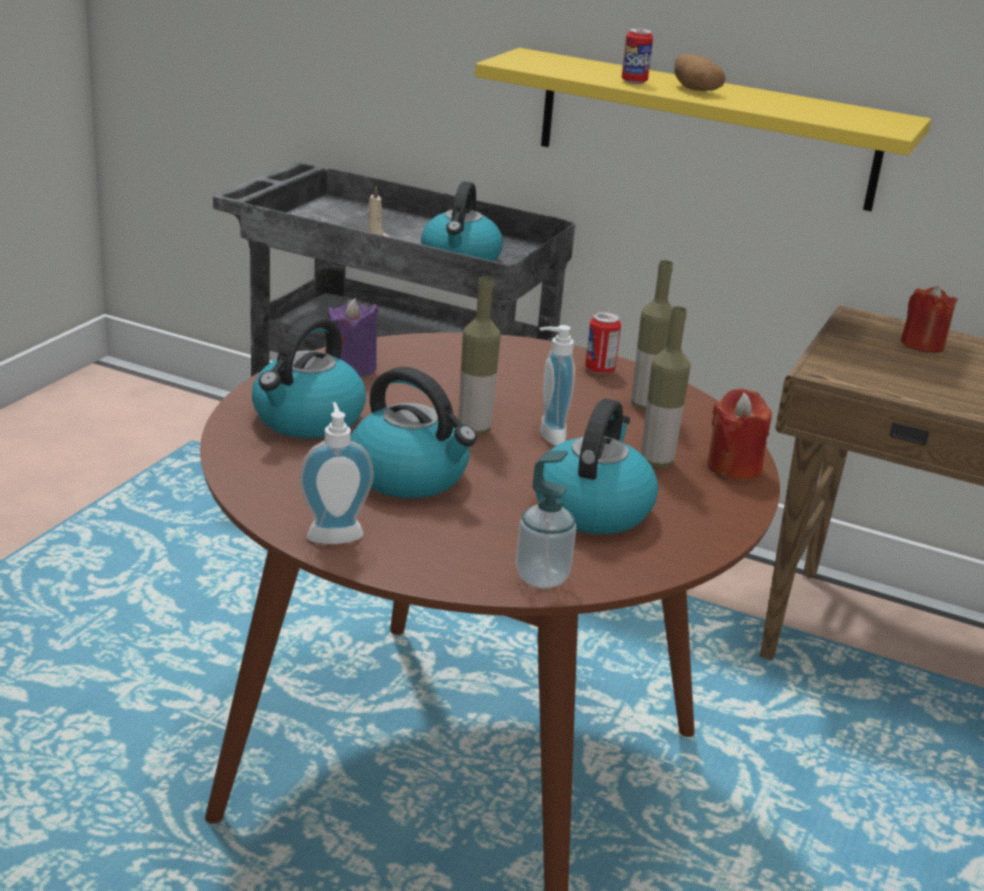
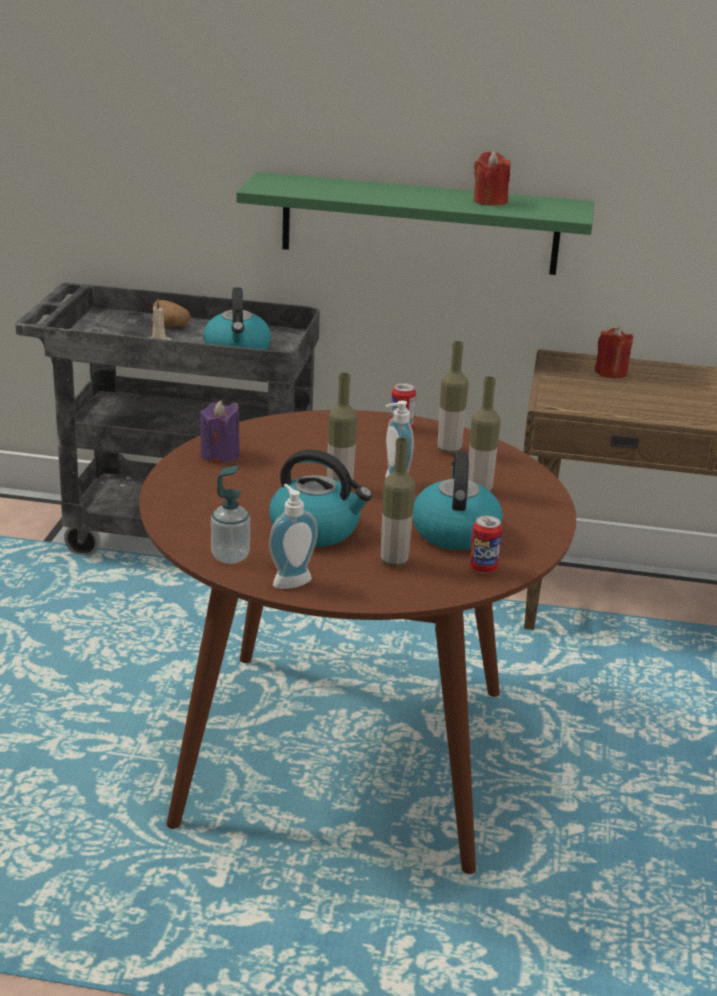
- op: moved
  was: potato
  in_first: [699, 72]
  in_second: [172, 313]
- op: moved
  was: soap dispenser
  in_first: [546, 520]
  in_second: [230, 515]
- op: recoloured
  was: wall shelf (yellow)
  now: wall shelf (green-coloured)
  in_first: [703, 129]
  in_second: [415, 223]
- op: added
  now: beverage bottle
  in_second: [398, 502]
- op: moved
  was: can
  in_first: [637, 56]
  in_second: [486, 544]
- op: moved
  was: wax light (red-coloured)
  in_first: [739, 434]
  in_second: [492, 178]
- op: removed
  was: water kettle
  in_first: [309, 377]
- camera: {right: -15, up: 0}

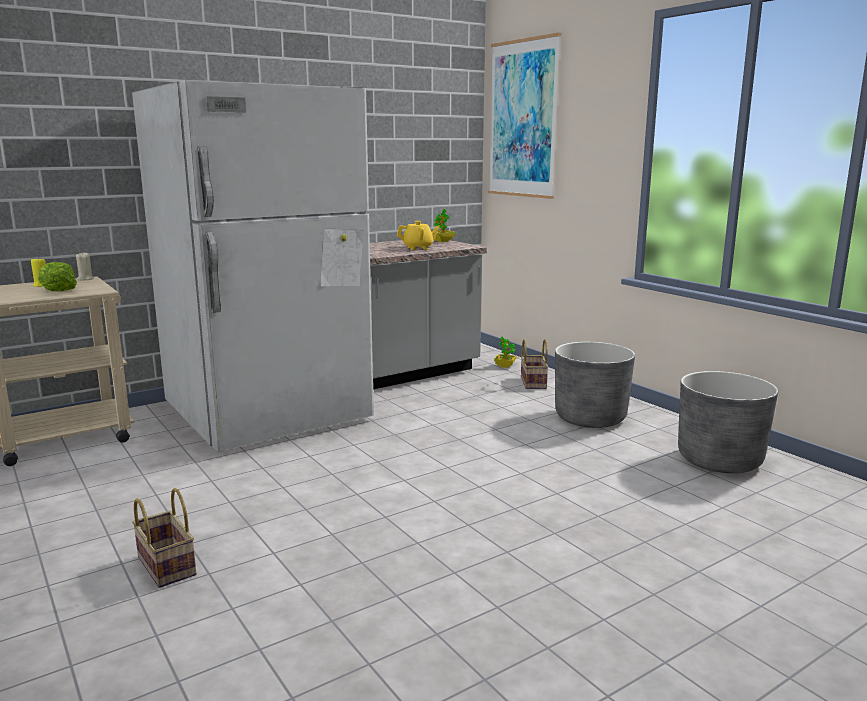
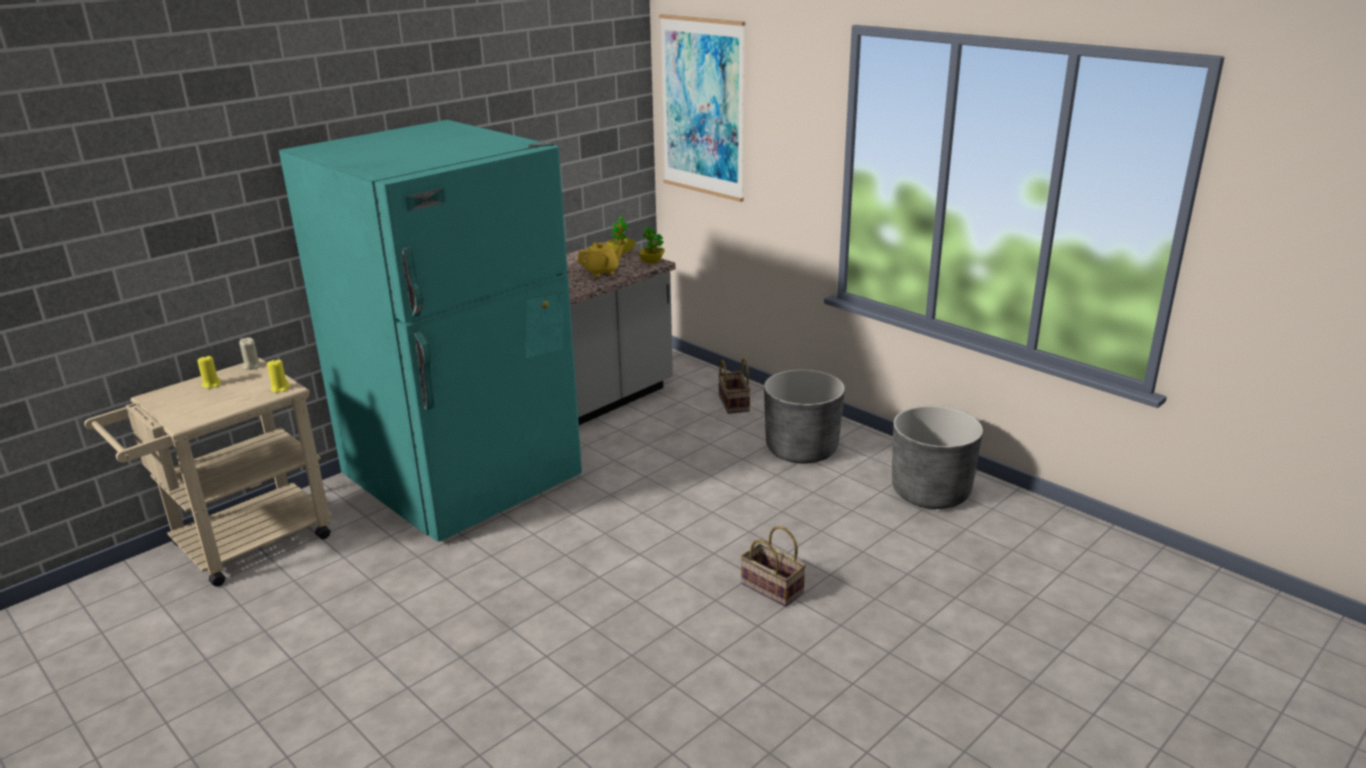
- op: added
  now: wax light (yellow)
  in_second: [278, 376]
- op: recoloured
  was: refrigerator (white-coloured)
  now: refrigerator (turquoise)
  in_first: [253, 265]
  in_second: [430, 331]
- op: moved
  was: houseplant
  in_first: [505, 352]
  in_second: [652, 245]
- op: moved
  was: household basket
  in_first: [164, 538]
  in_second: [773, 566]
- op: removed
  was: lettuce
  in_first: [57, 276]
- camera: {right: -10, up: 10}

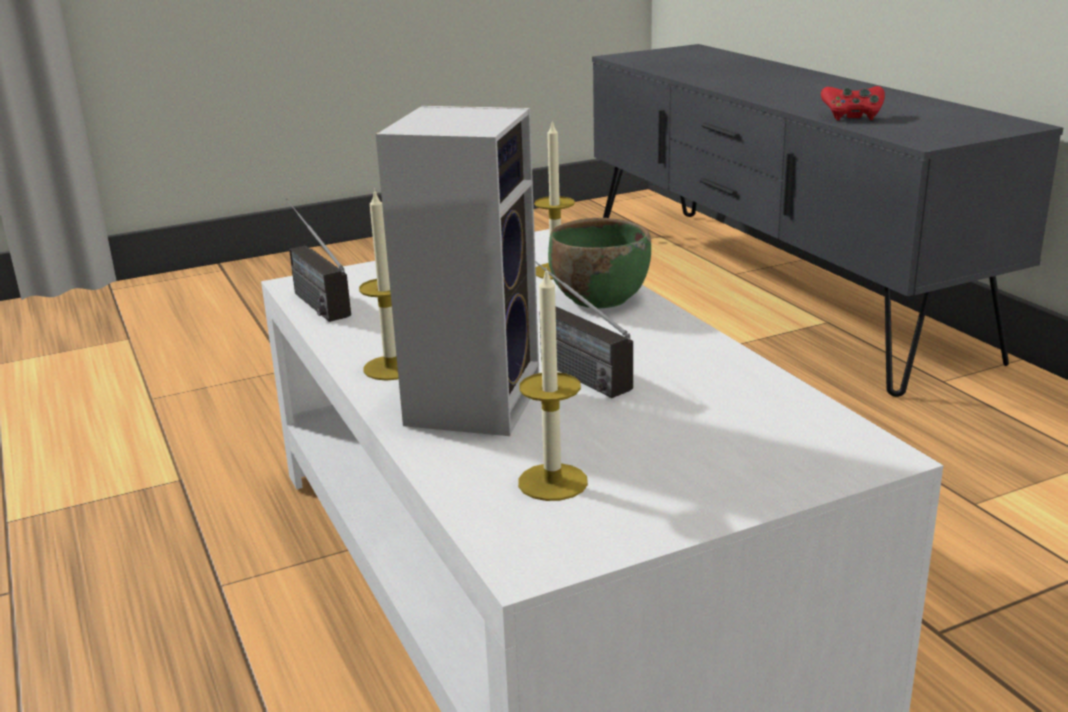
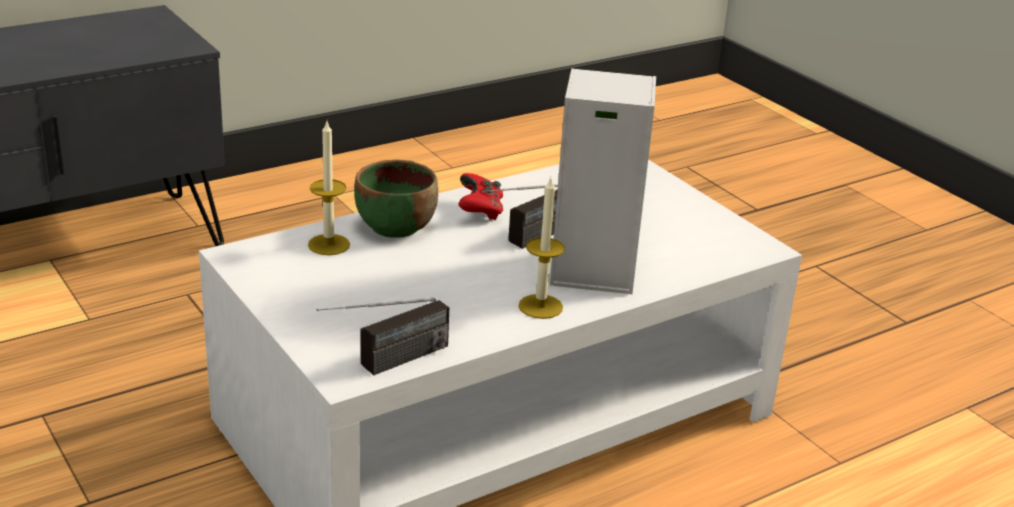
- op: moved
  was: game controller (red-coloured)
  in_first: [853, 103]
  in_second: [481, 196]
- op: removed
  was: wax light
  in_first: [553, 384]
- camera: {right: -100, up: 5}

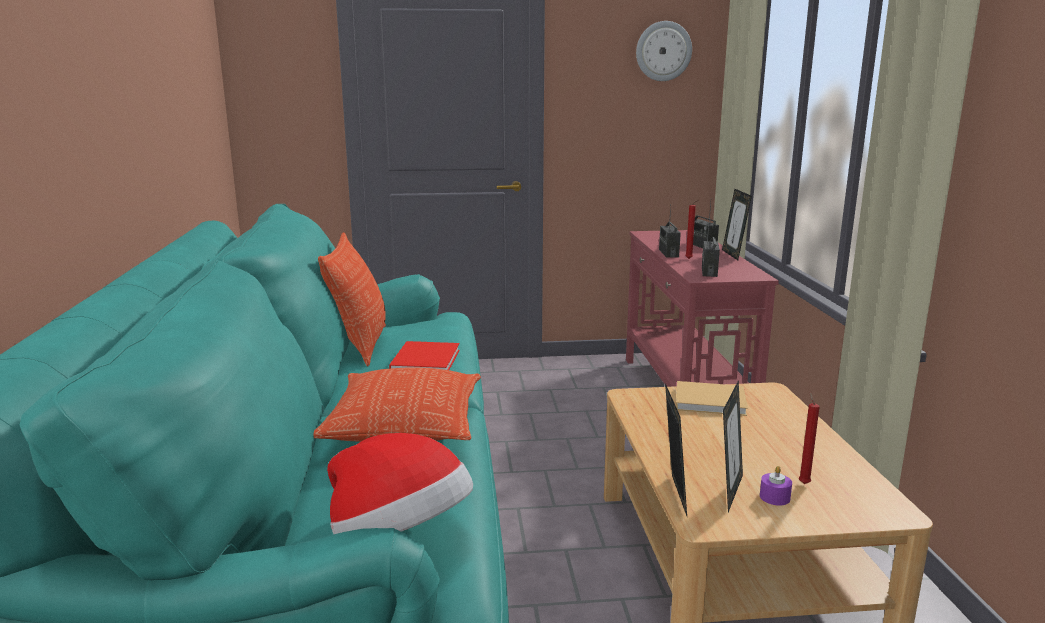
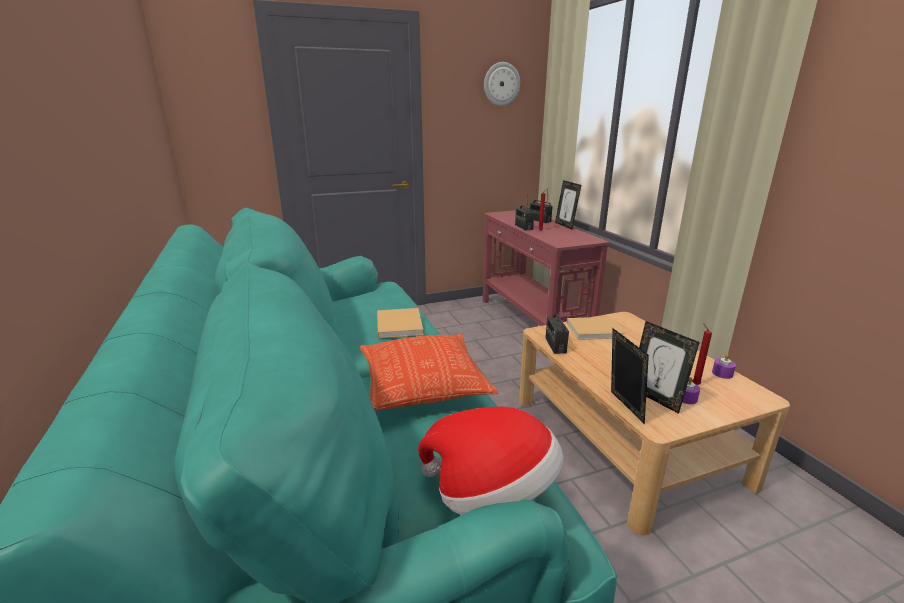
- op: recoloured
  was: bound book (red-coloured)
  now: bound book (sand-coloured)
  in_first: [424, 355]
  in_second: [400, 323]
- op: moved
  was: radio set
  in_first: [711, 247]
  in_second: [557, 331]
- op: turned
  was: photo frame
  in_first: [733, 446]
  in_second: [669, 367]
  clockwise: 135
- op: added
  now: wax light (purple)
  in_second: [724, 366]
- op: removed
  was: throw pillow (orange)
  in_first: [352, 299]
- camera: {right: -15, up: 5}

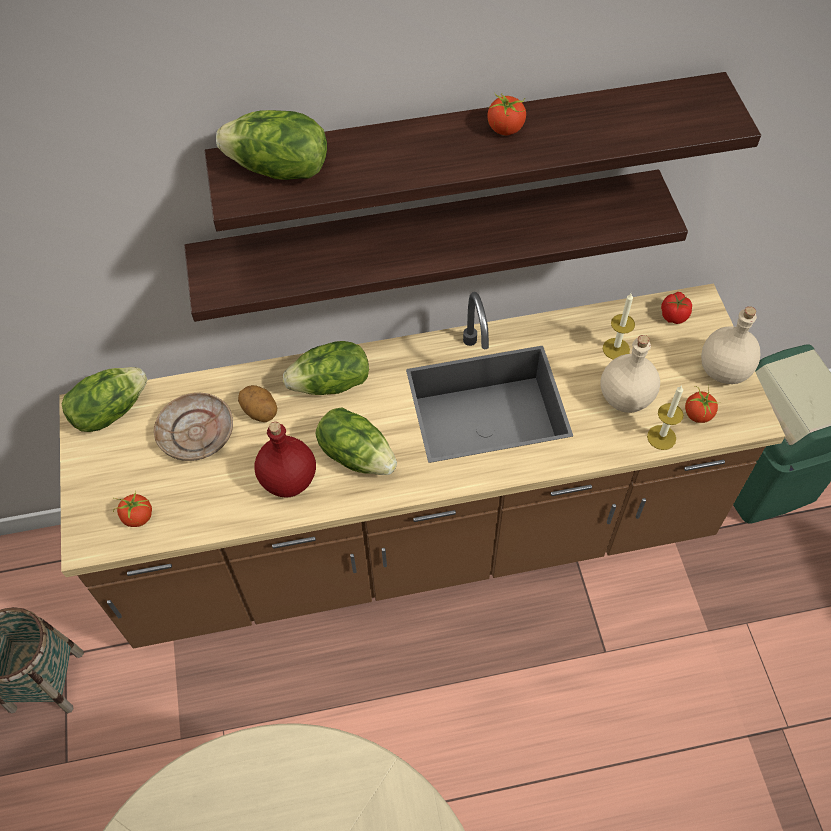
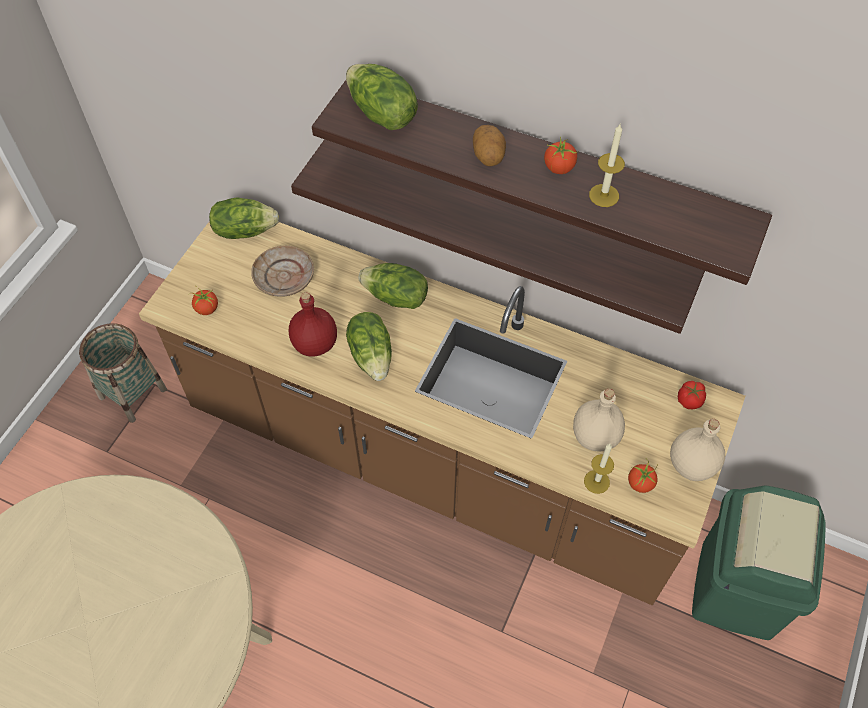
- op: moved
  was: potato
  in_first: [257, 403]
  in_second: [489, 146]
- op: moved
  was: wax light
  in_first: [619, 326]
  in_second: [607, 165]
- camera: {right: 35, up: 0}

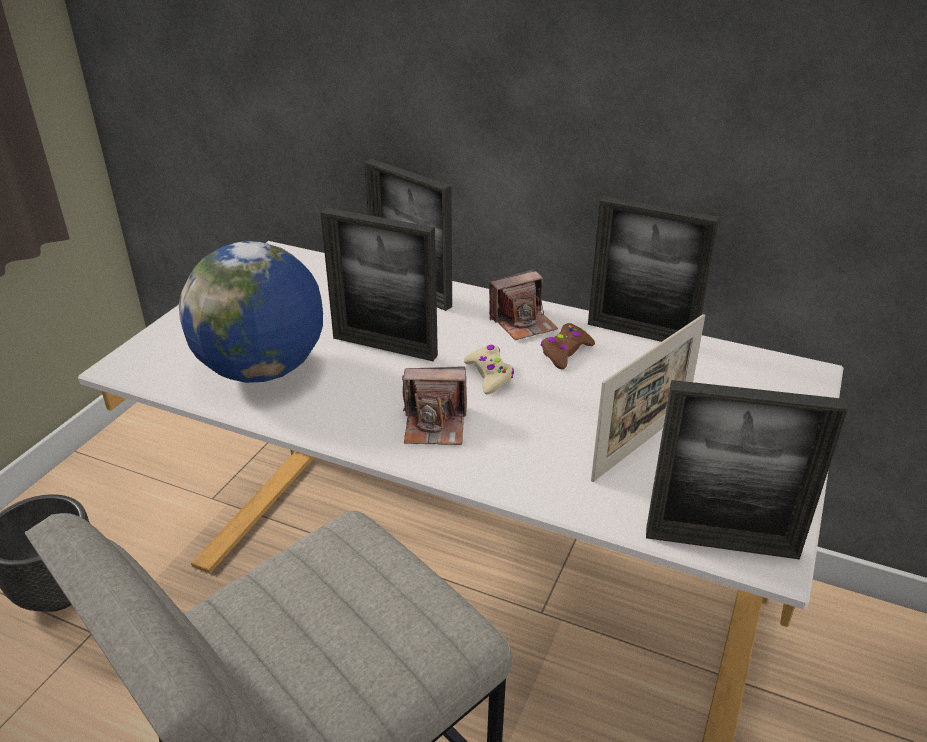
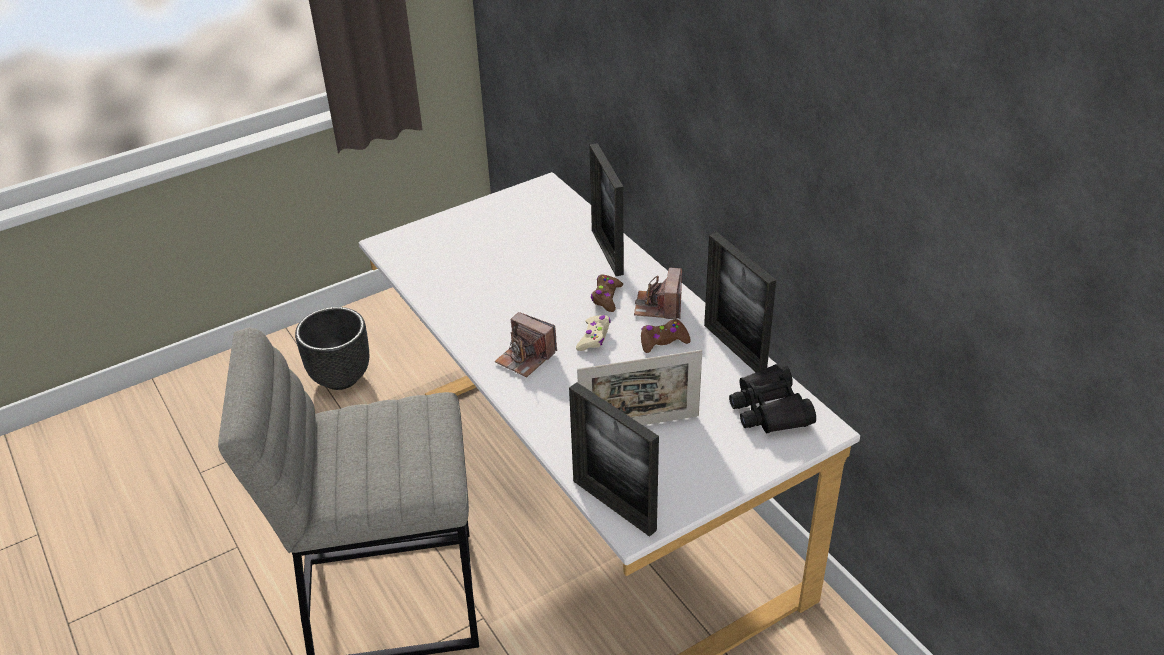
- op: added
  now: game controller (brownish)
  in_second: [607, 293]
- op: turned
  was: still camera
  in_first: [523, 305]
  in_second: [658, 293]
  clockwise: 90
- op: added
  now: pair of binoculars (blackish)
  in_second: [772, 398]
- op: removed
  was: desk globe
  in_first: [251, 312]
- op: removed
  was: photo frame
  in_first: [379, 284]
- camera: {right: 35, up: 5}

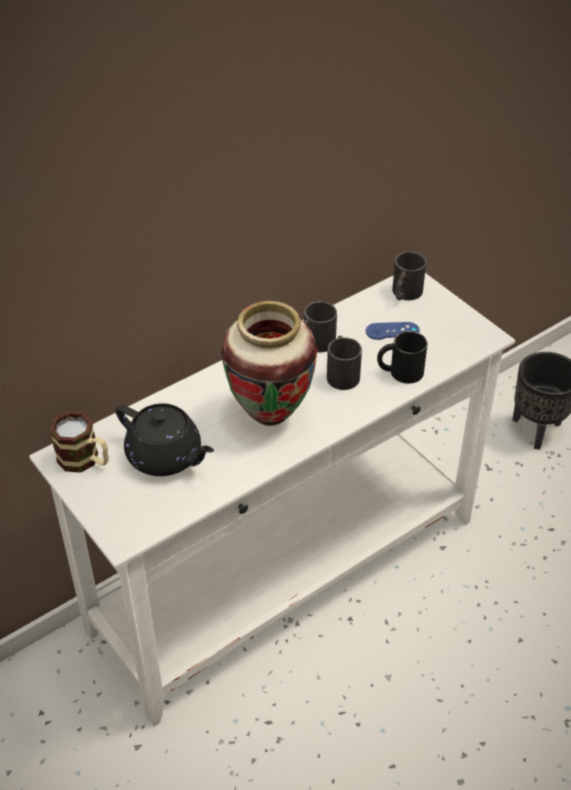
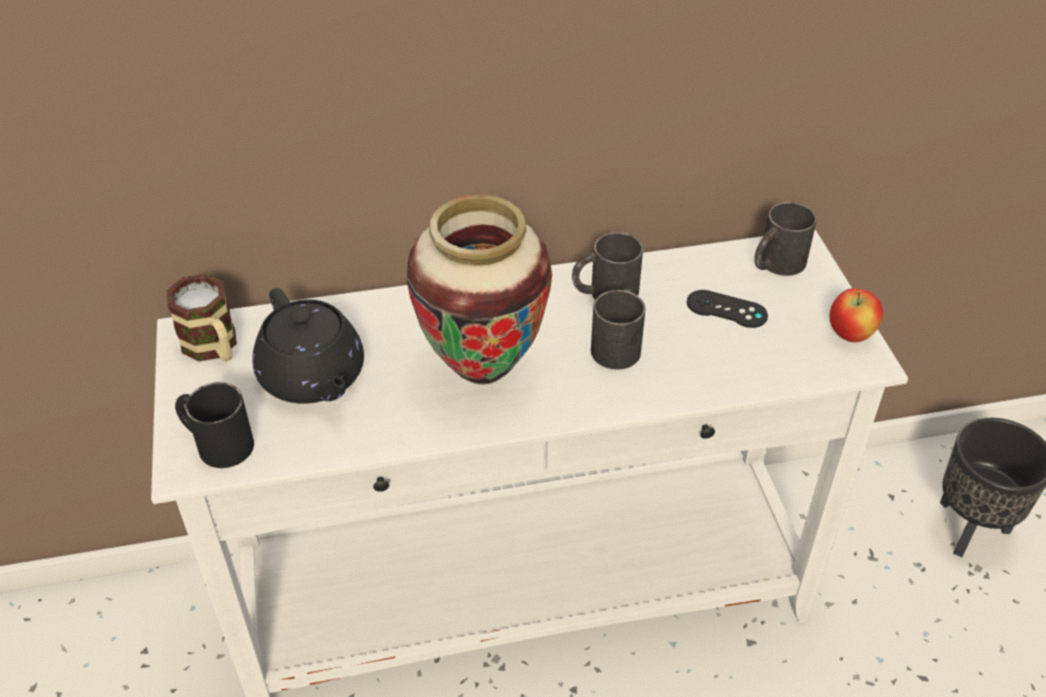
- op: moved
  was: coffee mug (blackish)
  in_first: [402, 357]
  in_second: [214, 425]
- op: recoloured
  was: game controller (blue)
  now: game controller (blackish)
  in_first: [393, 331]
  in_second: [727, 309]
- op: added
  now: whole apple
  in_second: [856, 315]
- camera: {right: 25, up: 0}

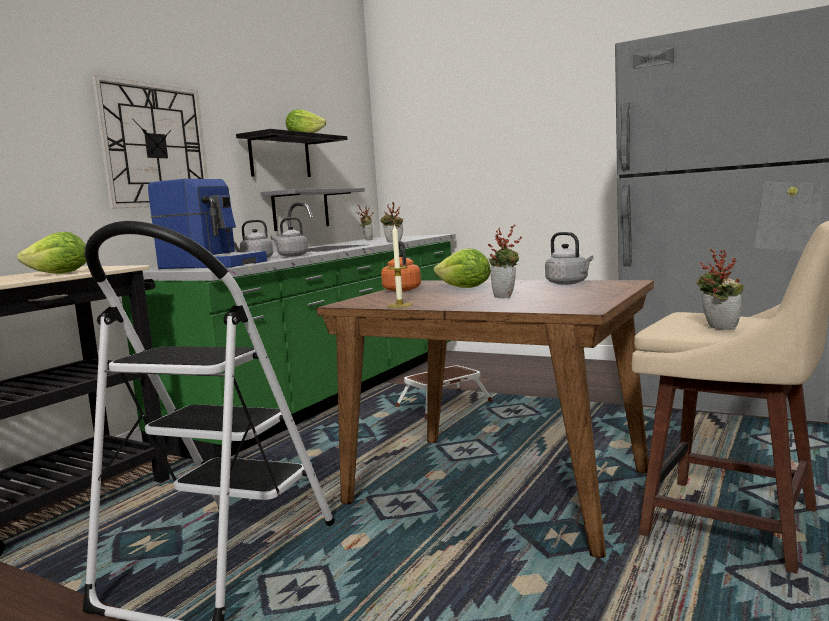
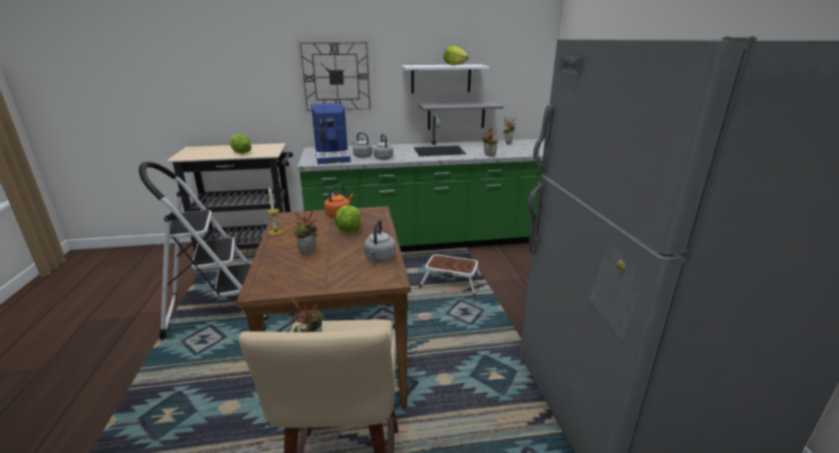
- op: recoloured
  was: wall shelf (blackish)
  now: wall shelf (white-coloured)
  in_first: [292, 153]
  in_second: [445, 78]
- camera: {right: 50, up: 15}

